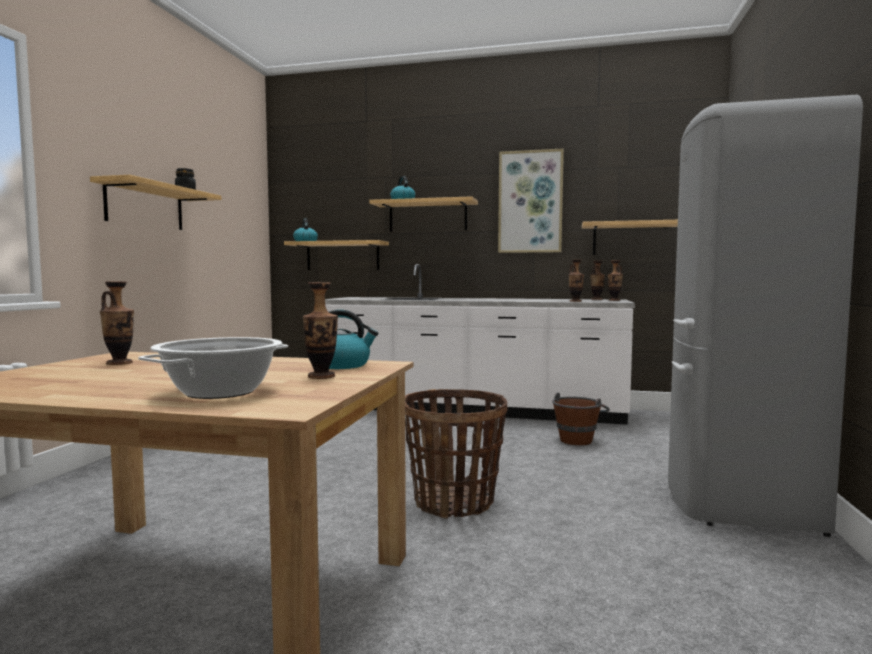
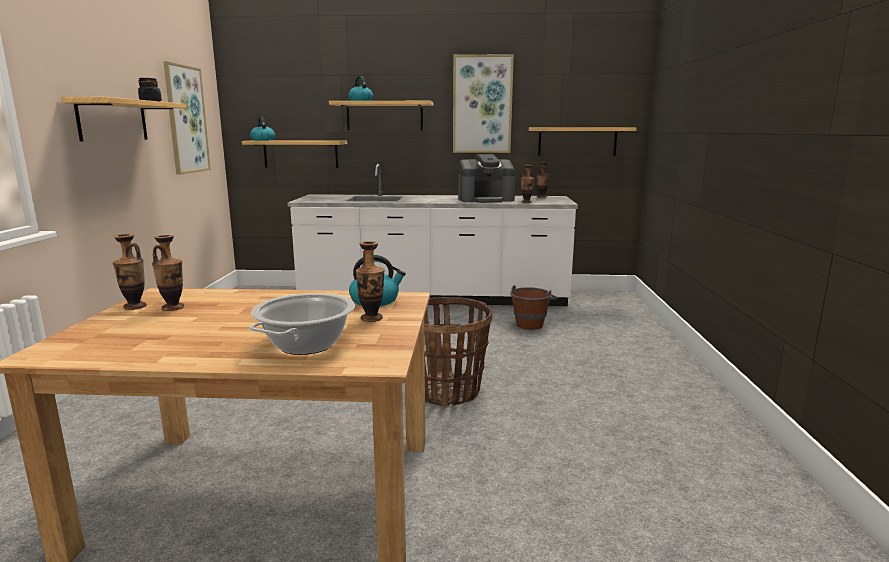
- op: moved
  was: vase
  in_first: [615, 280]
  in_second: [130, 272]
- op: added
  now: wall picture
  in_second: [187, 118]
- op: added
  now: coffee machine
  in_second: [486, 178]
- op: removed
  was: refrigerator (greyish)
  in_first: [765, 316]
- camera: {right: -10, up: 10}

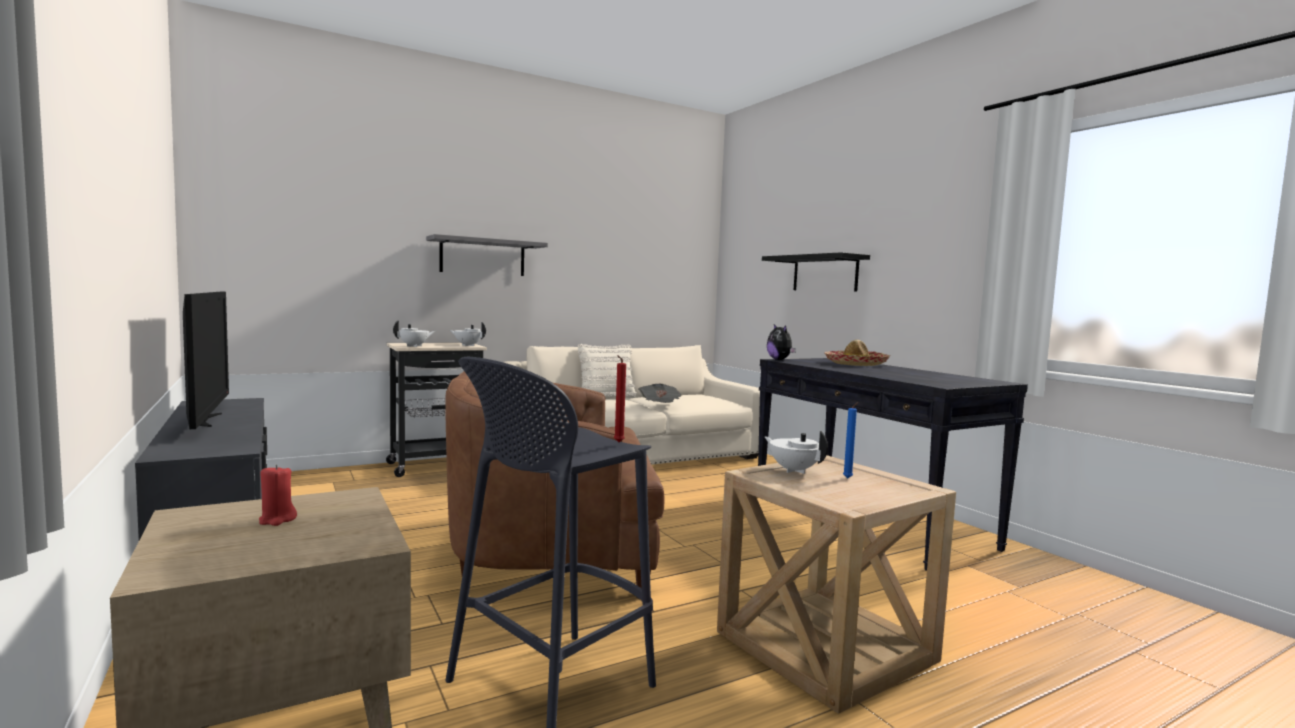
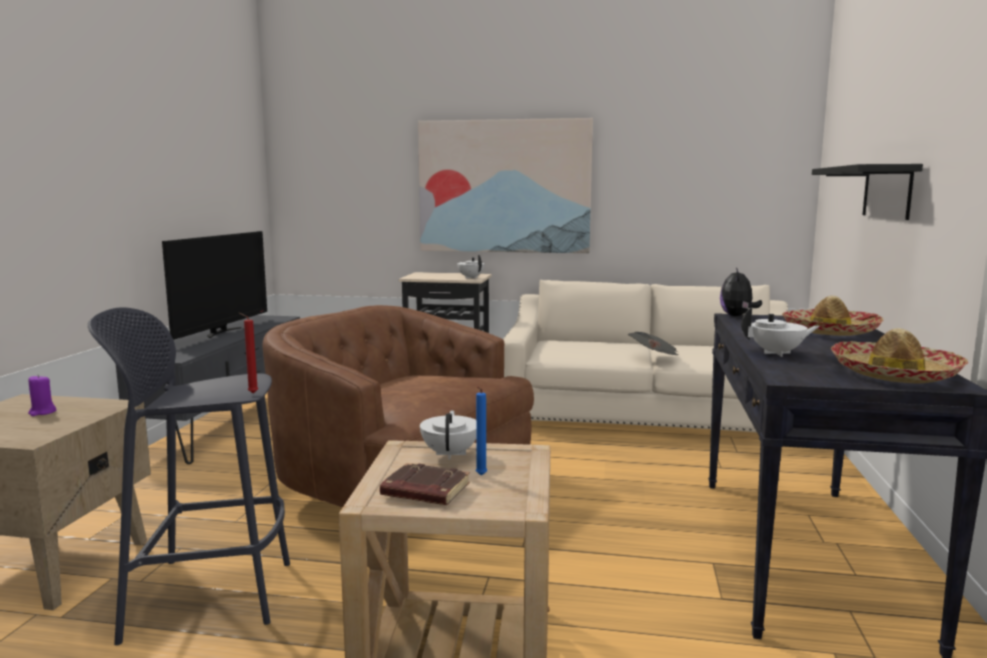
- op: recoloured
  was: wax light (red-coloured)
  now: wax light (purple)
  in_first: [278, 495]
  in_second: [42, 395]
- op: added
  now: bound book (brownish)
  in_second: [425, 484]
- op: replaced
  was: wall shelf (greyish)
  now: wall picture
  in_first: [487, 255]
  in_second: [505, 185]
- op: moved
  was: pot for tea (white-coloured)
  in_first: [414, 333]
  in_second: [780, 332]
- op: added
  now: clothing hat
  in_second: [899, 356]
- op: removed
  was: throw pillow (sand-coloured)
  in_first: [607, 371]
- camera: {right: 40, up: 5}

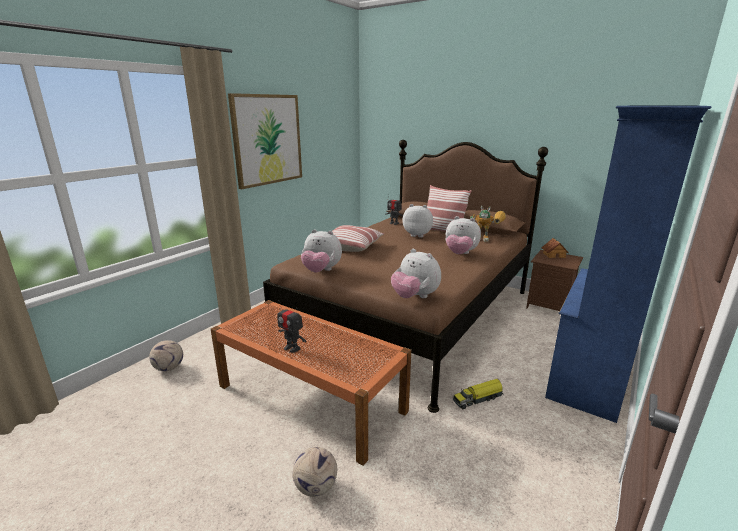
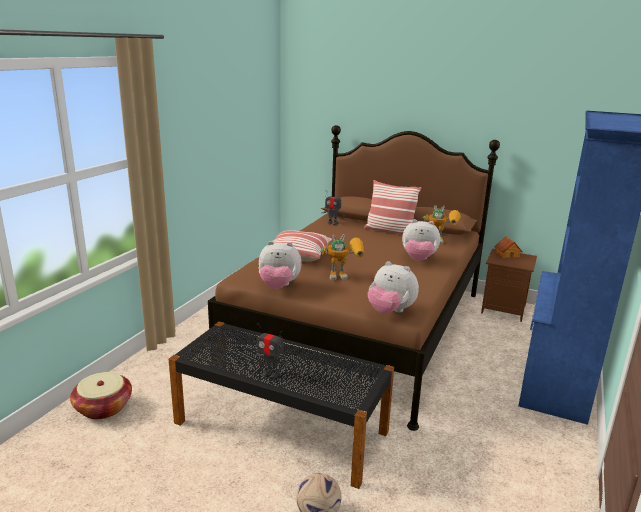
- op: replaced
  was: football ball
  now: household basket
  in_first: [166, 355]
  in_second: [101, 395]
- op: recoloured
  was: long seat (orange)
  now: long seat (blackish)
  in_first: [311, 383]
  in_second: [281, 405]
- op: added
  now: model robot
  in_second: [342, 257]
- op: removed
  was: wall picture
  in_first: [265, 141]
- op: removed
  was: plush toy
  in_first: [417, 221]
- op: removed
  was: toy truck
  in_first: [478, 394]
- camera: {right: -10, up: 0}

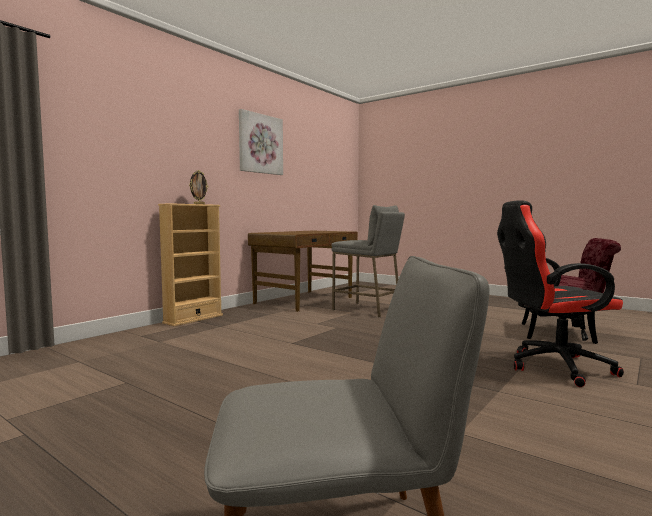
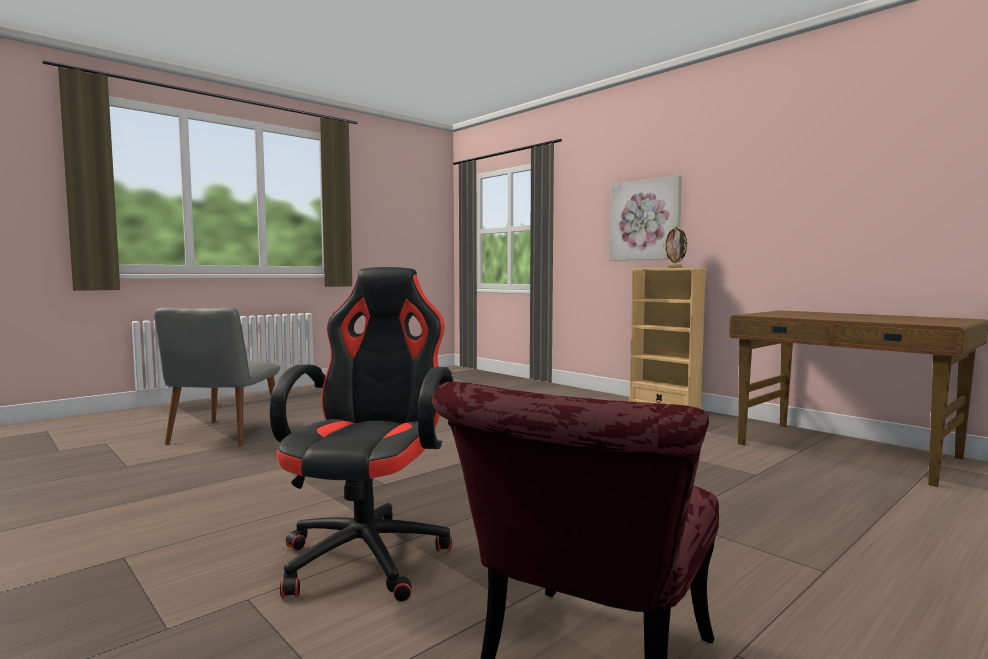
- op: moved
  was: wall picture
  in_first: [261, 142]
  in_second: [645, 217]
- op: removed
  was: stool seat (greyish)
  in_first: [368, 261]
- camera: {right: 100, up: 0}

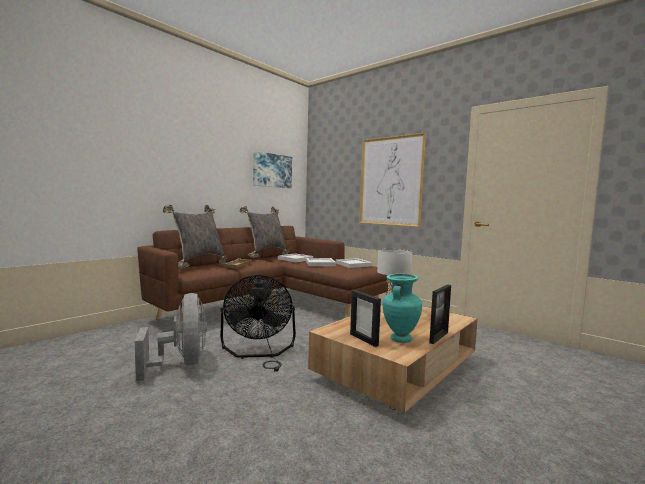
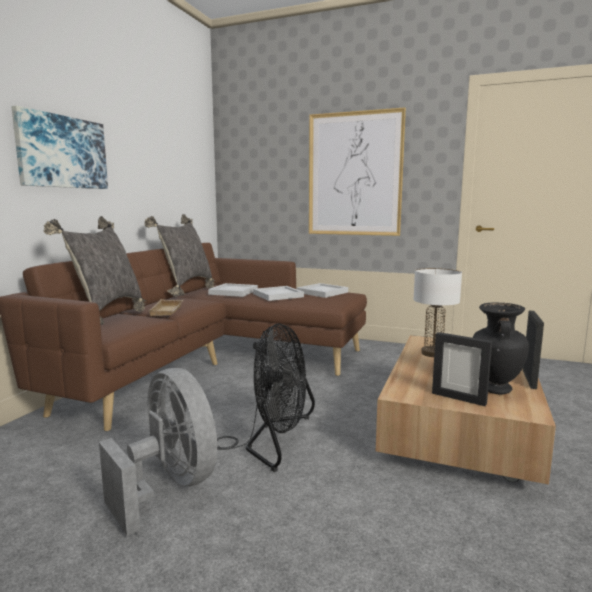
- op: moved
  was: wall picture
  in_first: [272, 169]
  in_second: [59, 147]
- op: turned
  was: fan (blackish)
  in_first: [258, 323]
  in_second: [266, 397]
  clockwise: 135
- op: recoloured
  was: vase (turquoise)
  now: vase (blackish)
  in_first: [402, 308]
  in_second: [500, 348]
- camera: {right: -20, up: 5}

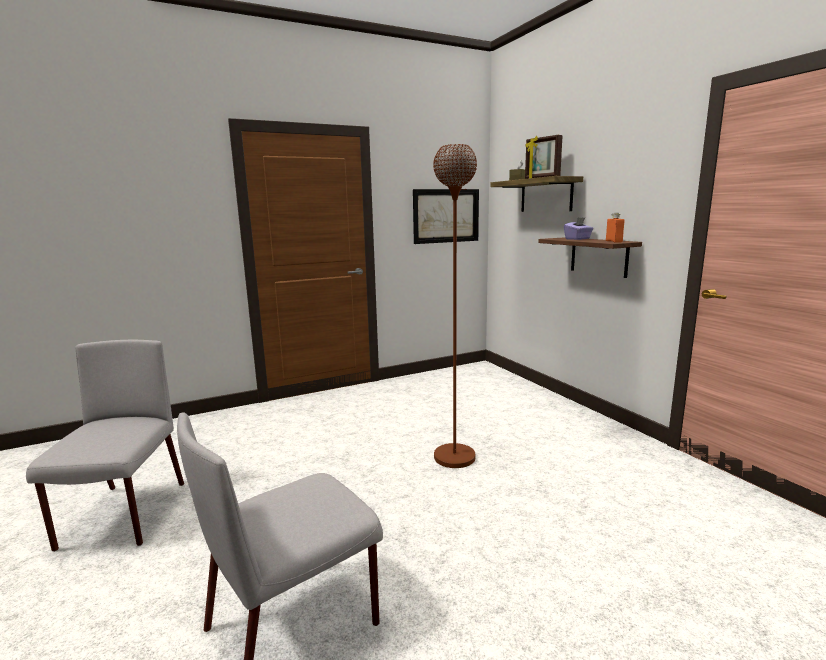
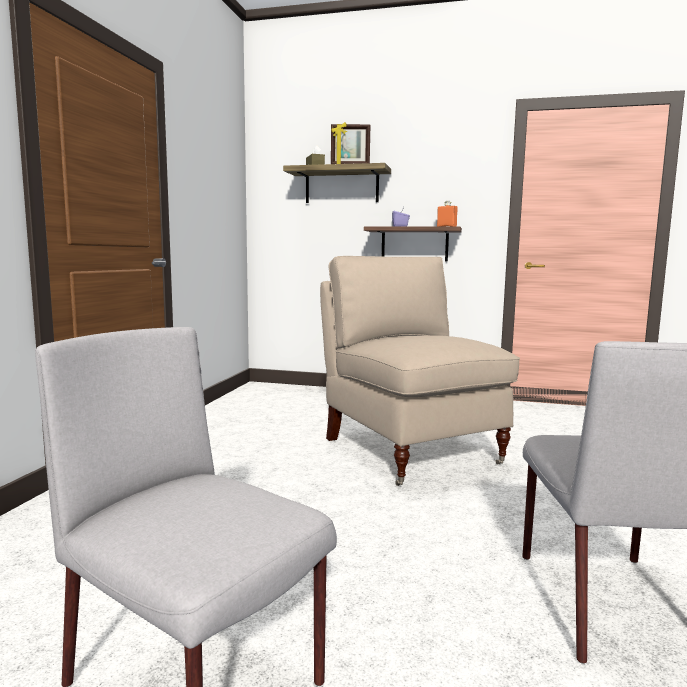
- op: replaced
  was: floor lamp (brownish)
  now: upright chair (sand-coloured)
  in_first: [455, 306]
  in_second: [420, 371]
- op: removed
  was: wall picture
  in_first: [446, 216]
- camera: {right: -50, up: -5}

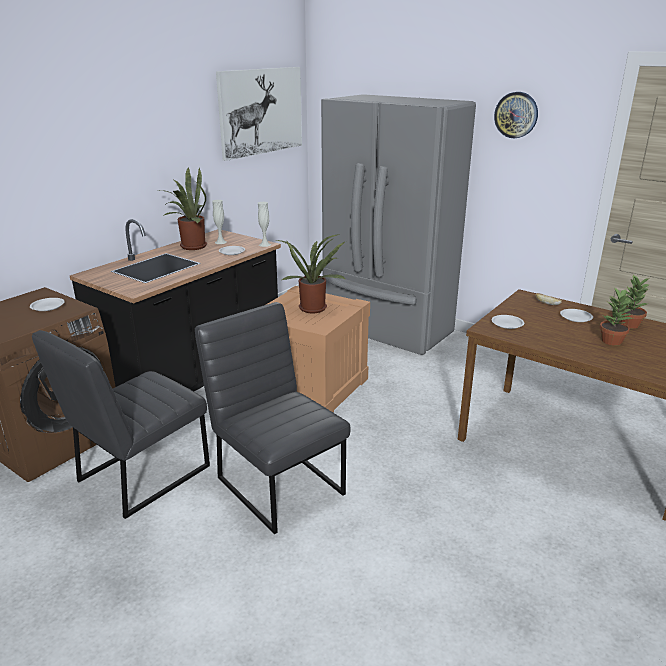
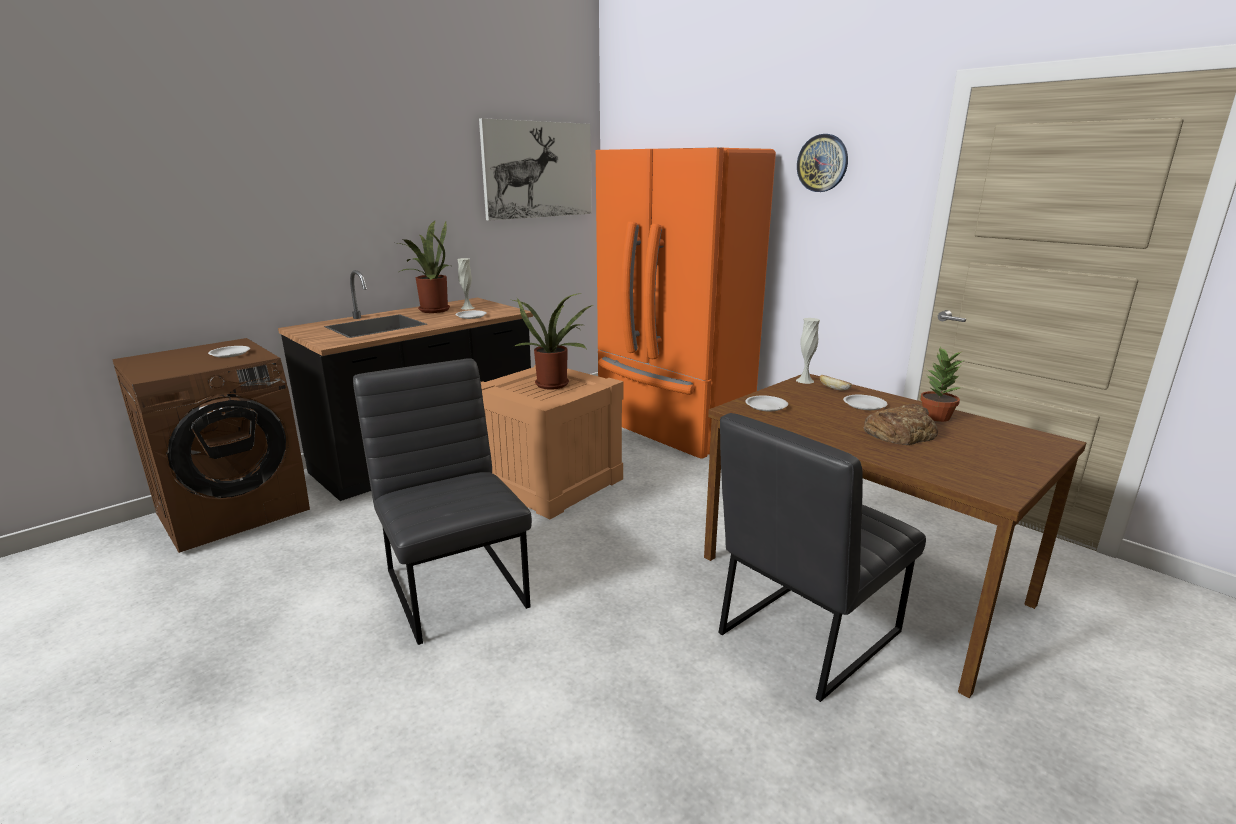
- op: recoloured
  was: refrigerator (greyish)
  now: refrigerator (orange)
  in_first: [398, 224]
  in_second: [686, 303]
- op: moved
  was: upright chair (greyish)
  in_first: [121, 424]
  in_second: [822, 557]
- op: moved
  was: vase (white-coloured)
  in_first: [264, 224]
  in_second: [808, 351]
- op: replaced
  was: houseplant
  now: bread
  in_first: [616, 316]
  in_second: [901, 424]
- camera: {right: 10, up: -5}

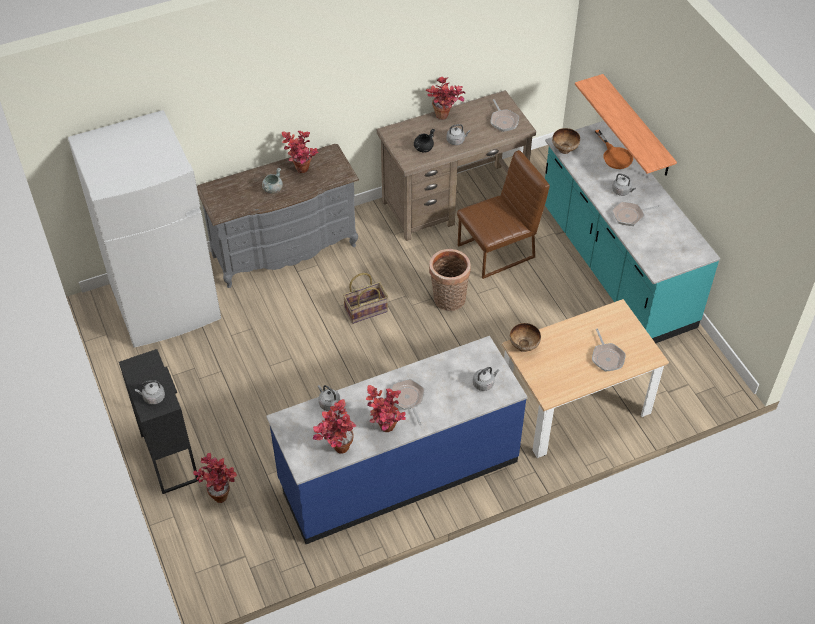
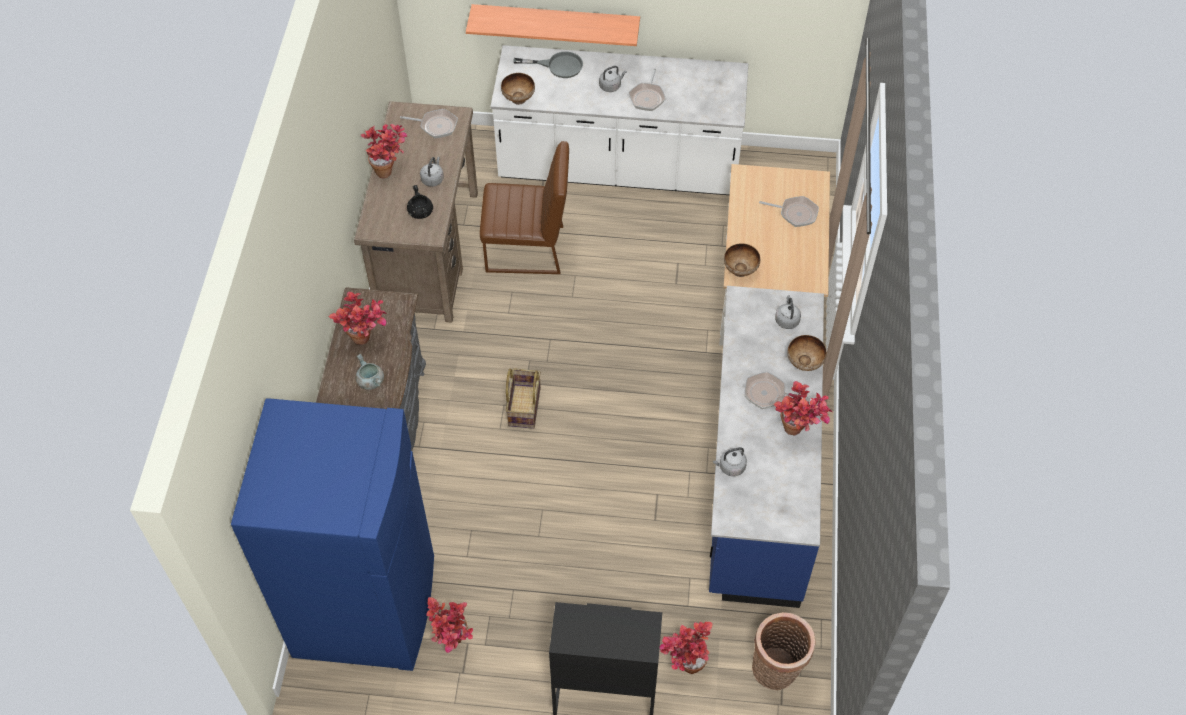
- op: recoloured
  was: refrigerator (white-coloured)
  now: refrigerator (blue)
  in_first: [144, 228]
  in_second: [332, 534]
- op: moved
  was: houseplant
  in_first: [334, 426]
  in_second: [449, 625]
- op: turned
  was: upright chair (brownish)
  in_first: [503, 214]
  in_second: [524, 207]
  clockwise: 90
- op: recoloured
  was: counter (turquoise)
  now: counter (white-coloured)
  in_first: [632, 232]
  in_second: [619, 120]
- op: recoloured
  was: skillet (orange)
  now: skillet (greyish)
  in_first: [614, 149]
  in_second: [548, 65]
- op: moved
  was: household basket
  in_first: [450, 280]
  in_second: [784, 651]
- op: added
  now: bowl
  in_second: [807, 353]
- op: removed
  was: water kettle (greyish)
  in_first: [150, 392]
- camera: {right: -60, up: 5}

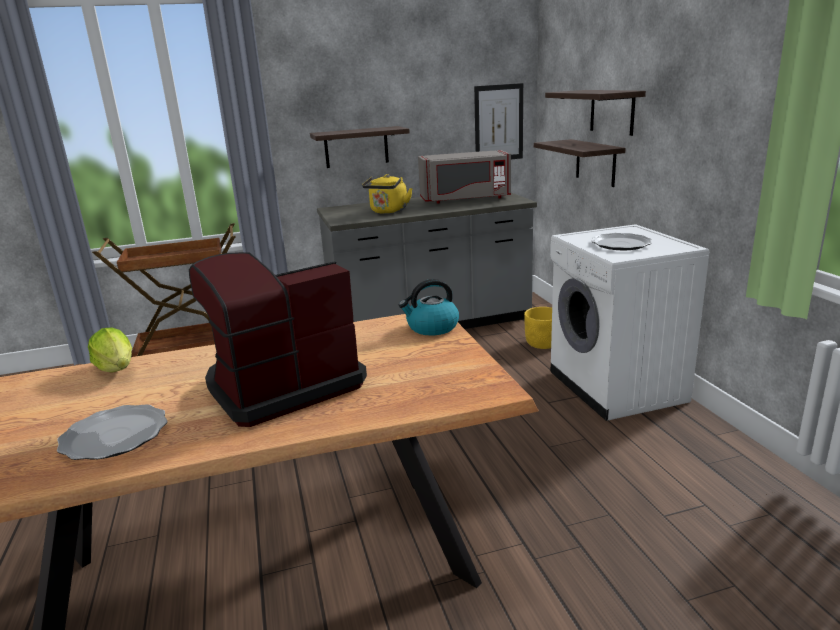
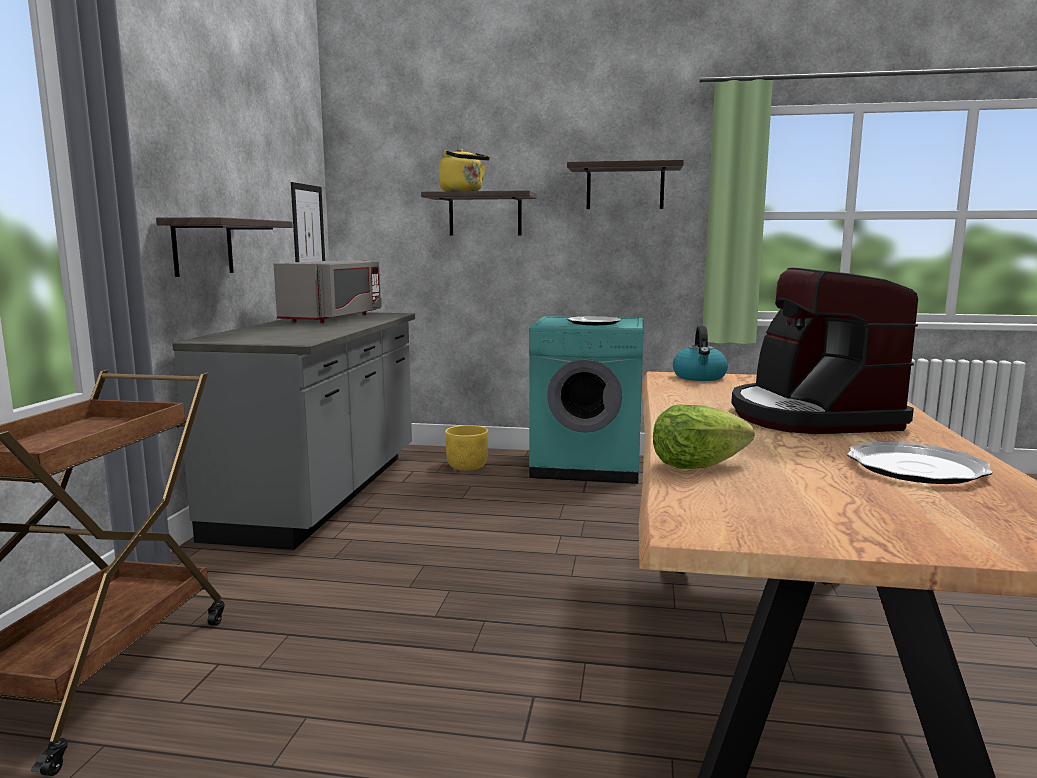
- op: moved
  was: water kettle (yellow)
  in_first: [387, 194]
  in_second: [464, 170]
- op: recoloured
  was: washing machine (white-coloured)
  now: washing machine (turquoise)
  in_first: [629, 322]
  in_second: [586, 400]
- op: moved
  was: wall shelf
  in_first: [580, 163]
  in_second: [625, 184]
- camera: {right: -65, up: -10}

